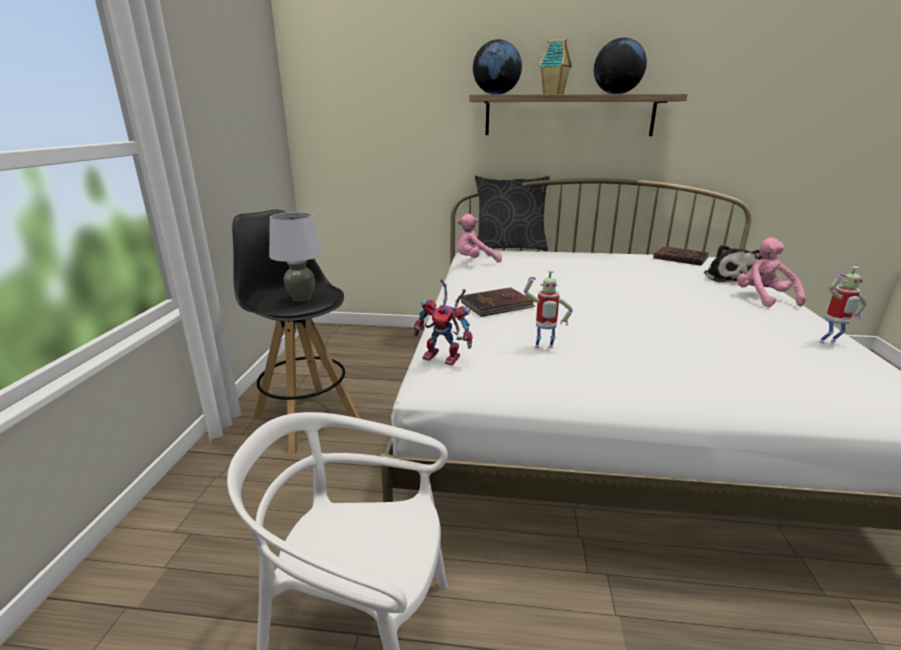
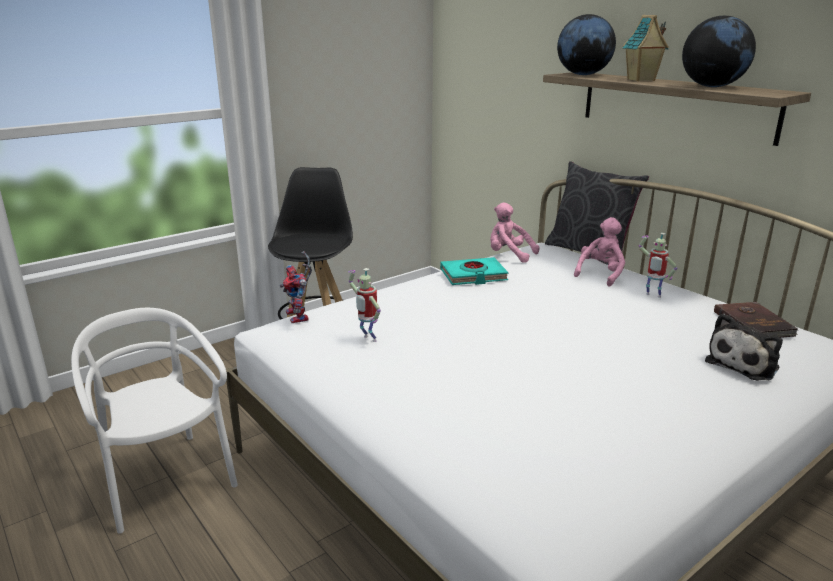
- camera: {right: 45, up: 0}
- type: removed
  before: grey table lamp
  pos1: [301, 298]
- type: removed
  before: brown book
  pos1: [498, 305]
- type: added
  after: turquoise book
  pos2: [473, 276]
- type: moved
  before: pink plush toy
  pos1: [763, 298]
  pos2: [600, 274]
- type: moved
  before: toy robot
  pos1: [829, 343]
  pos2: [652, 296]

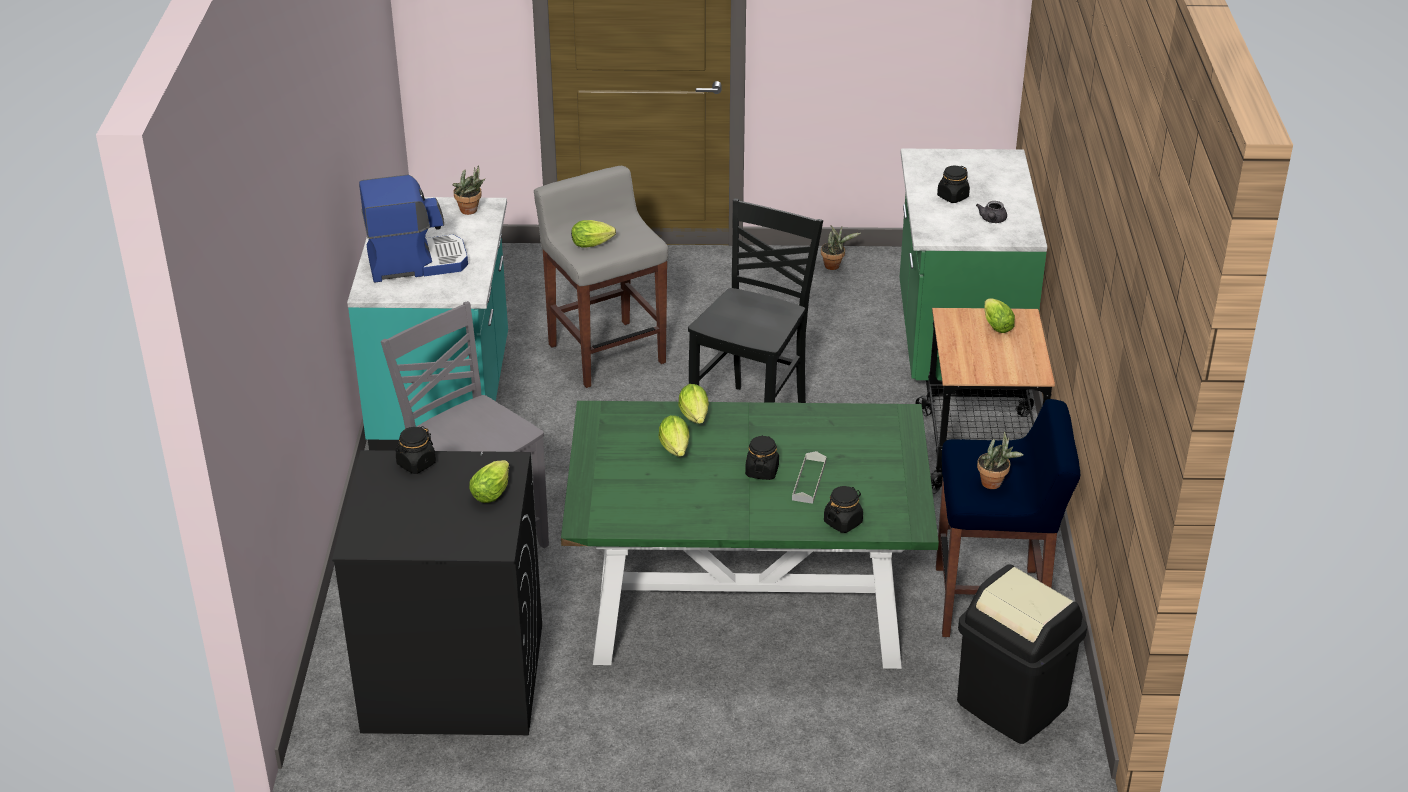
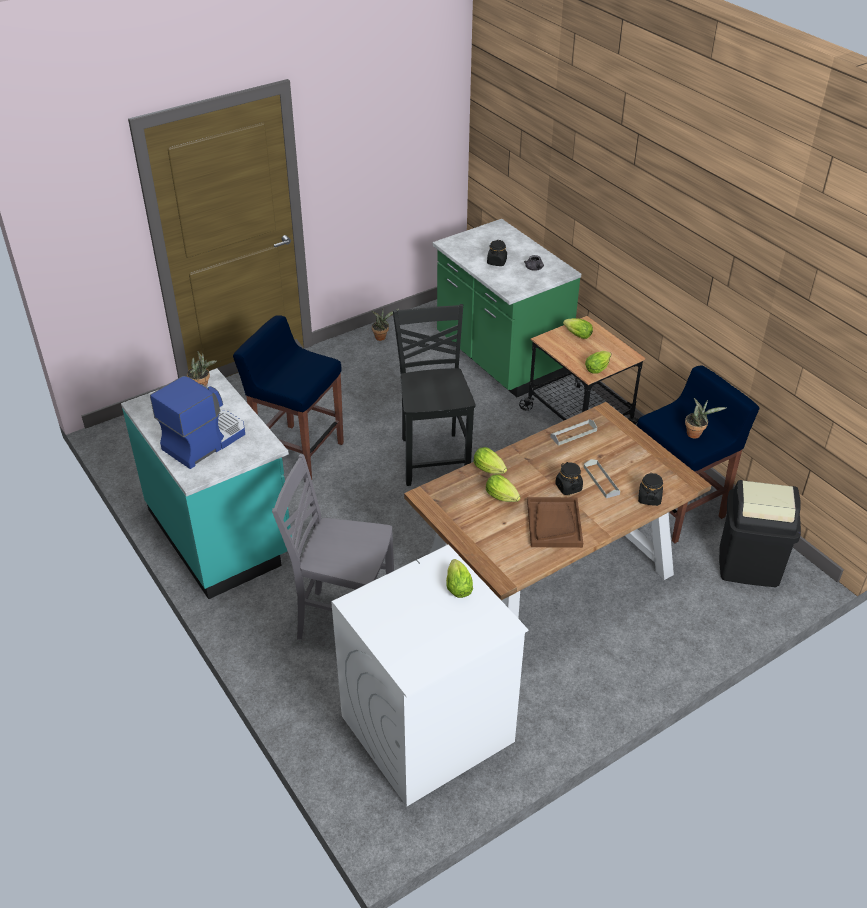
- camera: {right: -35, up: 5}
- type: removed
  before: black jar
  pos1: [416, 464]
- type: added
  after: brown tray
  pos2: [554, 524]
- type: added
  after: grey tray
  pos2: [573, 434]
- type: moved
  before: lettuce
  pos1: [594, 244]
  pos2: [598, 368]
- type: recoloured
  before: black washing machine
  after: white washing machine
  pos1: [452, 678]
  pos2: [426, 730]
- type: recoloured
  before: grey stool
  after: blue stool
  pos1: [606, 352]
  pos2: [298, 452]
- type: recoloured
  before: green dining table
  after: brown dining table
  pos1: [748, 598]
  pos2: [549, 575]

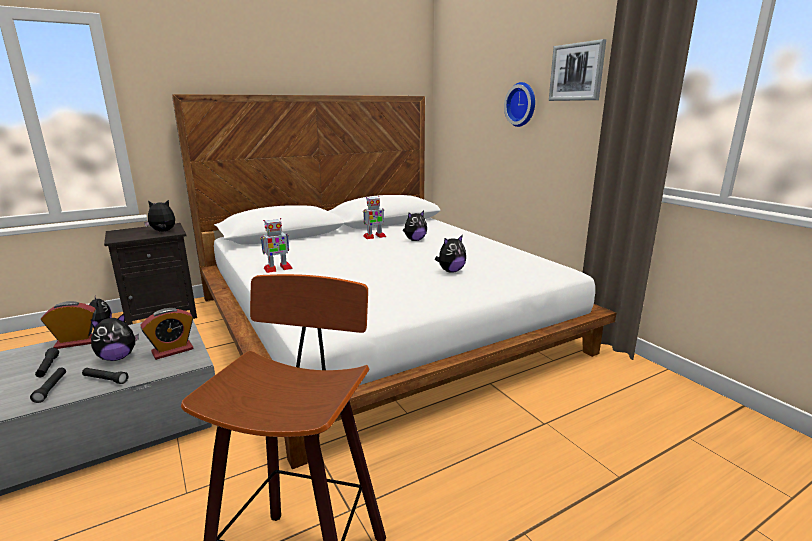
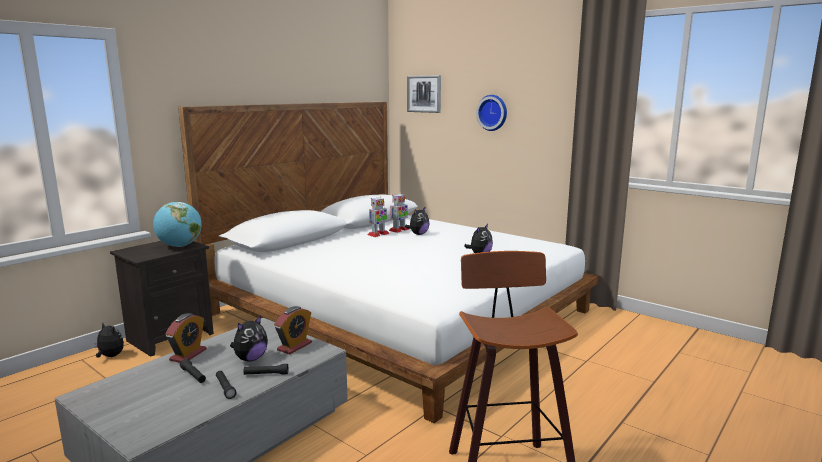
- camera: {right: -20, up: -5}
- type: moved
  before: toy robot
  pos1: [277, 268]
  pos2: [399, 230]
- type: moved
  before: picture
  pos1: [577, 72]
  pos2: [424, 94]
- type: replaced
  before: plush toy
  after: globe
  pos1: [163, 231]
  pos2: [180, 246]
- type: turned
  before: alarm clock
  pos1: [76, 342]
  pos2: [188, 355]
  turn: 150

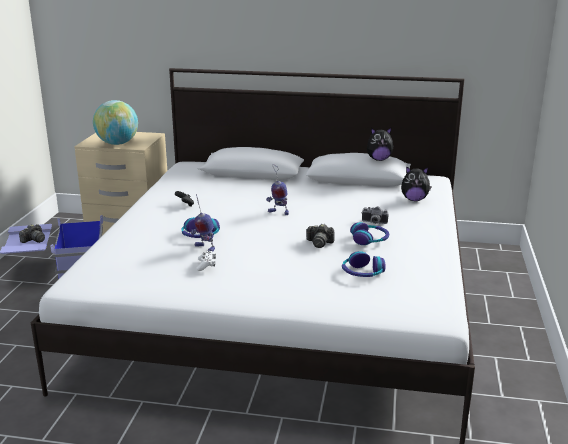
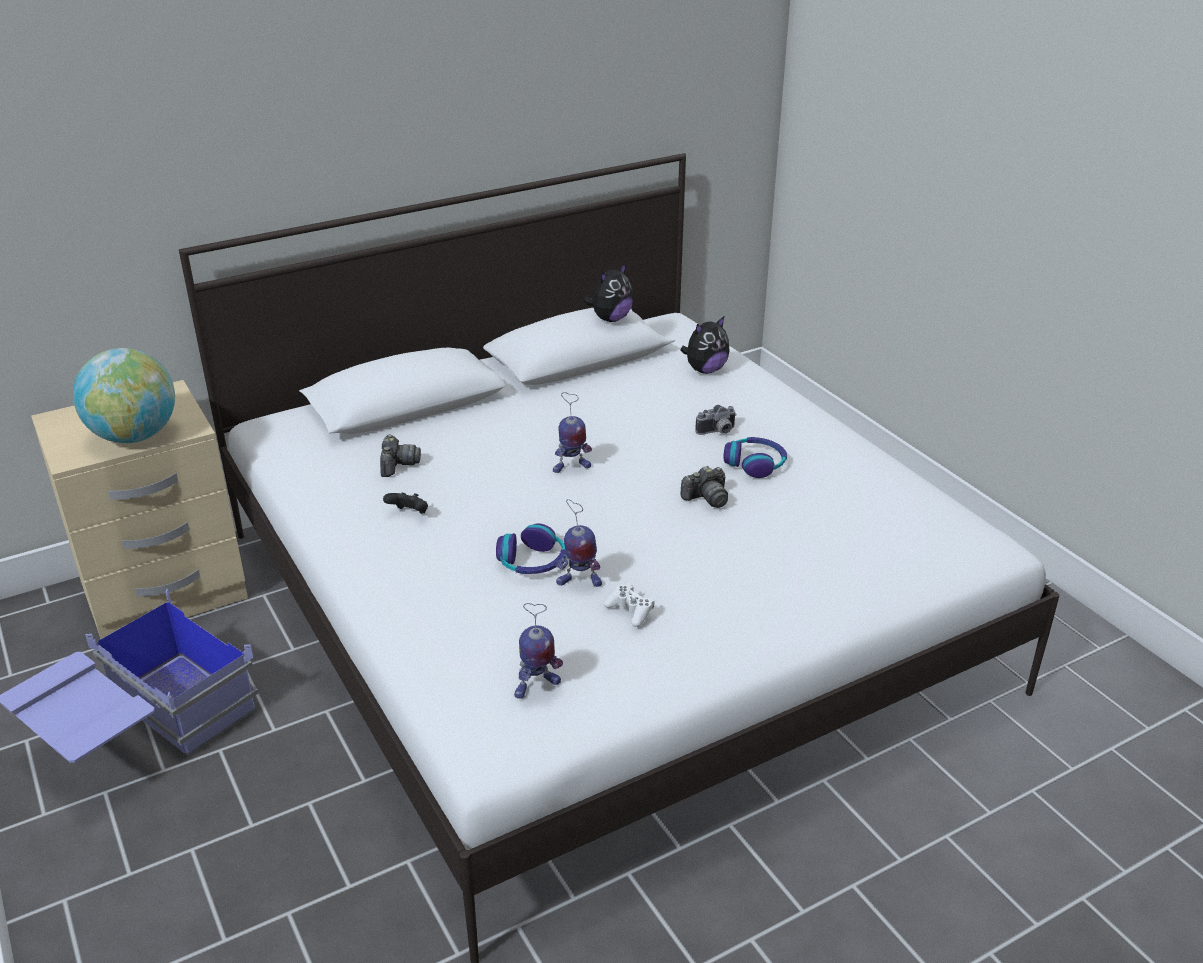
- camera: {right: -40, up: 10}
- type: removed
  before: headphones
  pos1: [362, 273]
- type: added
  after: toy robot
  pos2: [536, 687]
- type: moved
  before: photo camera
  pos1: [34, 240]
  pos2: [398, 465]

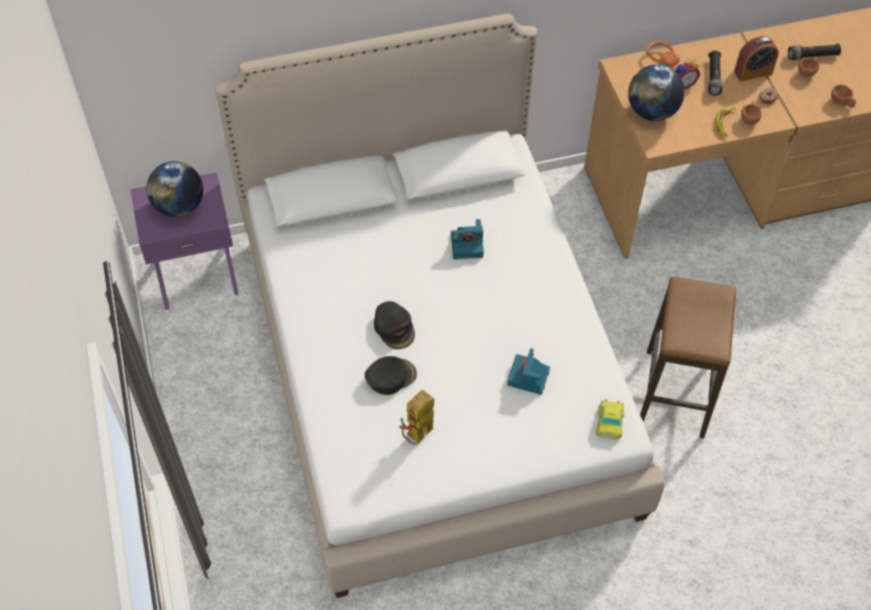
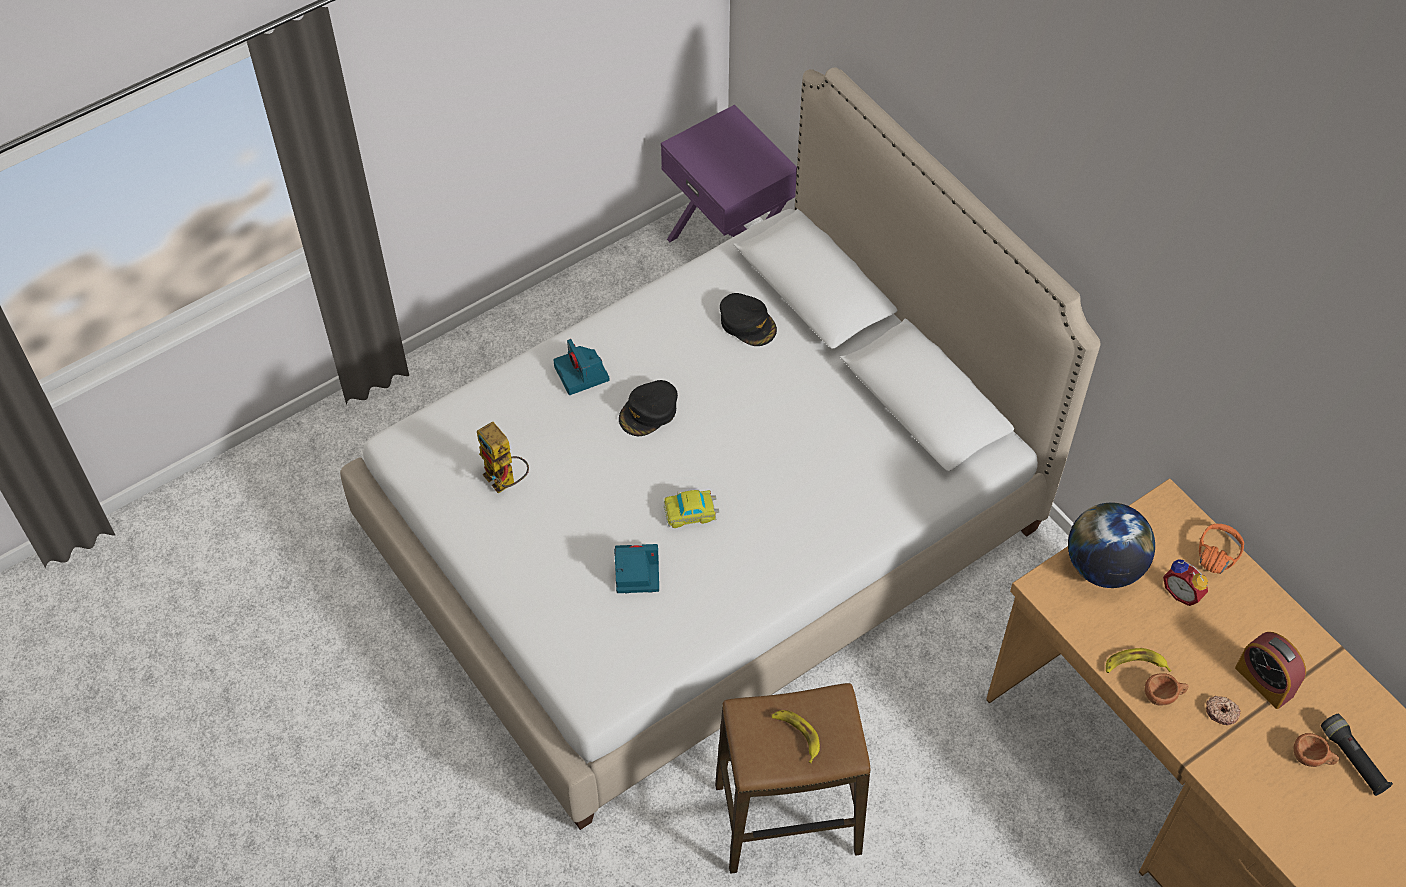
- camera: {right: 70, up: 0}
- type: removed
  before: globe
  pos1: [179, 207]
- type: removed
  before: black flashlight
  pos1: [713, 77]
- type: removed
  before: brown cup
  pos1: [841, 102]
- type: added
  after: banana
  pos2: [796, 735]
- type: moved
  before: black cap
  pos1: [390, 376]
  pos2: [748, 323]
- type: moved
  before: photo camera
  pos1: [467, 244]
  pos2: [582, 374]
- type: moved
  before: toy car
  pos1: [609, 421]
  pos2: [691, 511]
- type: turned
  before: toy robot
  pos1: [418, 436]
  pos2: [505, 482]
  turn: -150

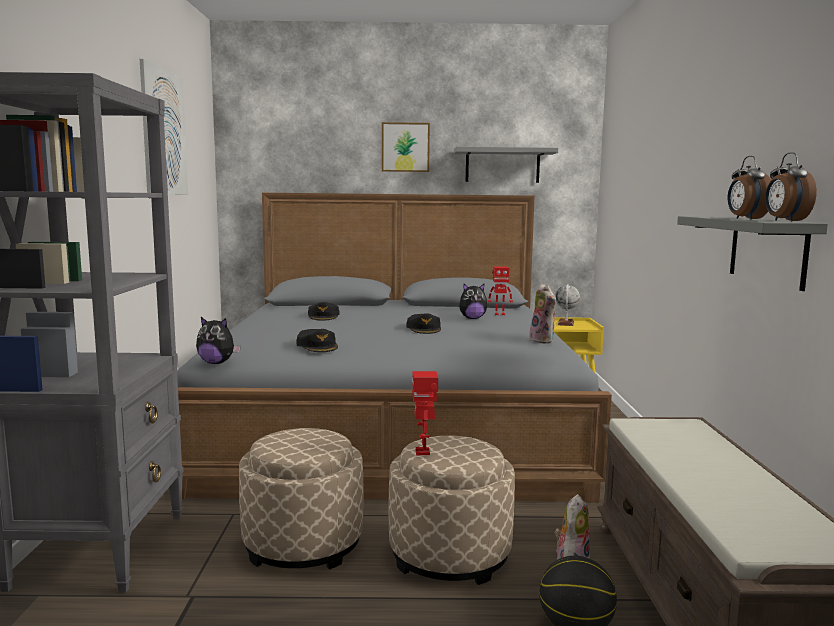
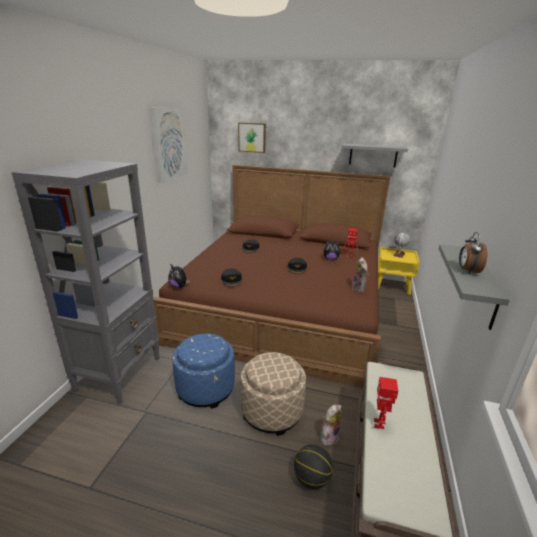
- camera: {right: 15, up: 15}
- type: removed
  before: alarm clock
  pos1: [785, 221]
- type: moved
  before: picture
  pos1: [405, 147]
  pos2: [252, 137]
- type: moved
  before: toy robot
  pos1: [423, 452]
  pos2: [379, 424]
- type: recoloured
  before: grey bed
  after: brown bed
  pos1: [392, 421]
  pos2: [283, 305]
- type: recoloured
  before: beige ottoman
  after: blue ottoman
  pos1: [303, 544]
  pos2: [205, 388]

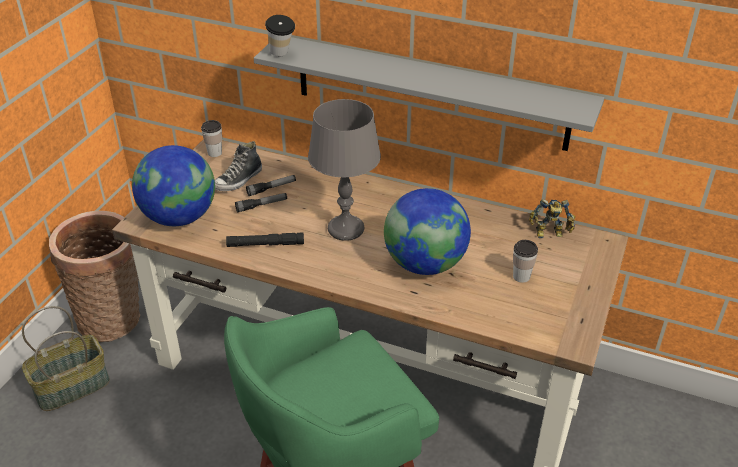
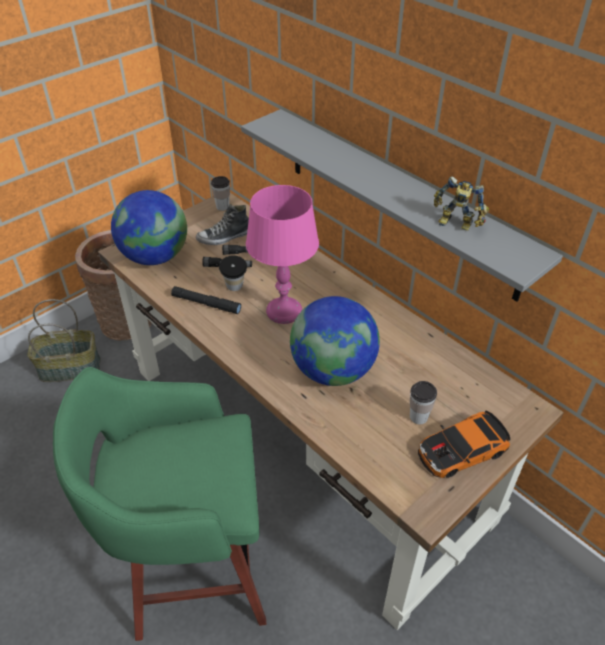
- camera: {right: 25, up: 5}
- type: added
  after: toy car
  pos2: [462, 451]
- type: moved
  before: cup
  pos1: [281, 55]
  pos2: [235, 289]
- type: moved
  before: toy robot
  pos1: [550, 234]
  pos2: [456, 225]
- type: recoloured
  before: grey table lamp
  after: pink table lamp
  pos1: [346, 229]
  pos2: [284, 312]

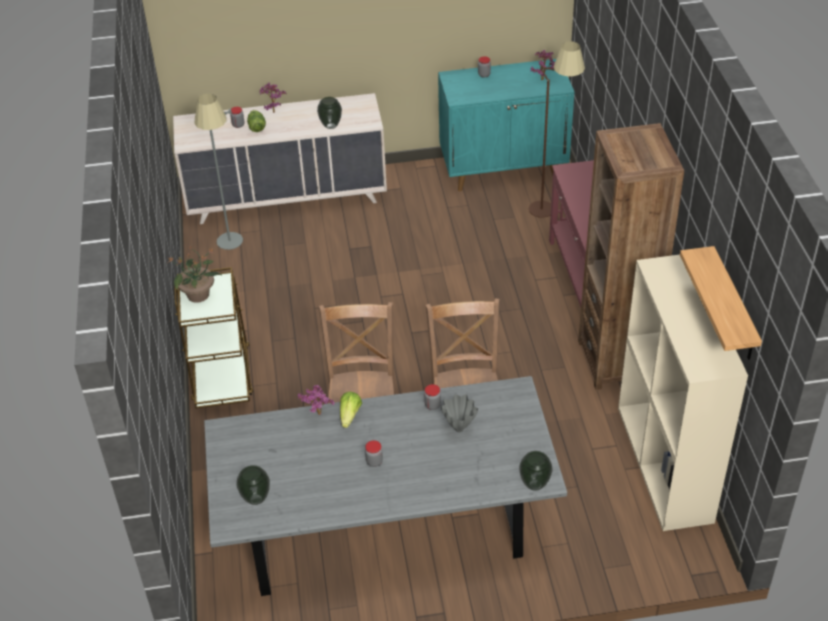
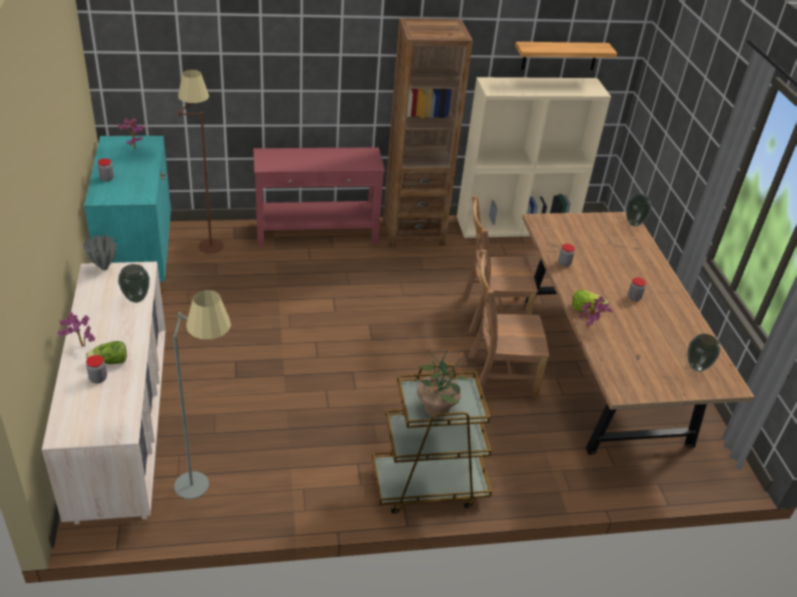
- camera: {right: -95, up: -5}
- type: moved
  before: grey vase
  pos1: [459, 428]
  pos2: [103, 267]
- type: recoloured
  before: grey dining table
  after: brown dining table
  pos1: [385, 526]
  pos2: [602, 368]

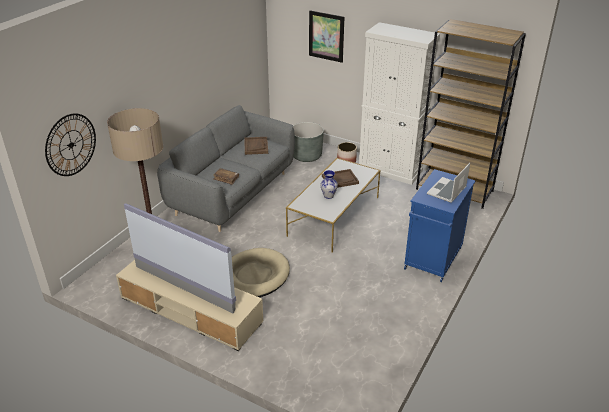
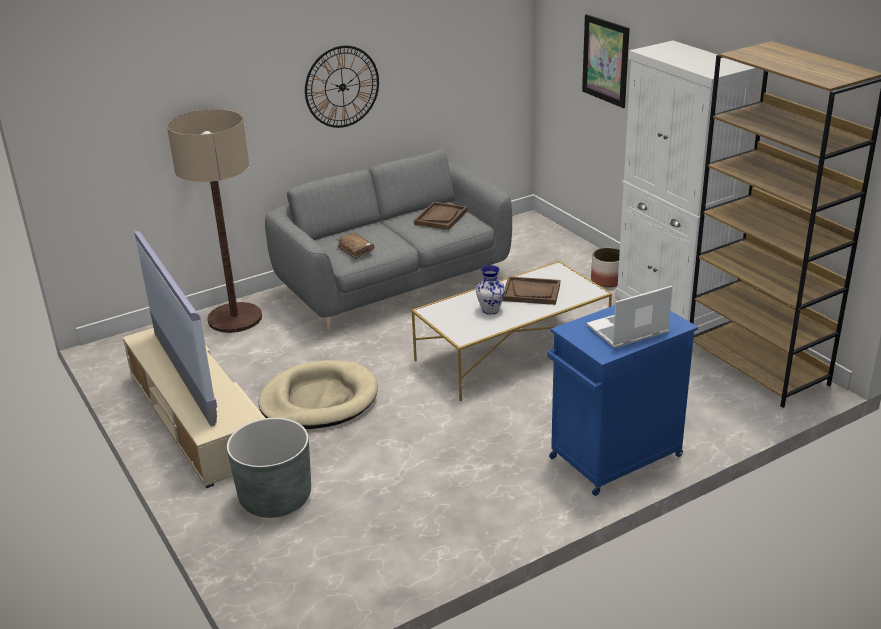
- camera: {right: 30, up: -5}
- type: moved
  before: wall clock
  pos1: [71, 145]
  pos2: [342, 87]
- type: moved
  before: grey planter
  pos1: [306, 156]
  pos2: [275, 498]

